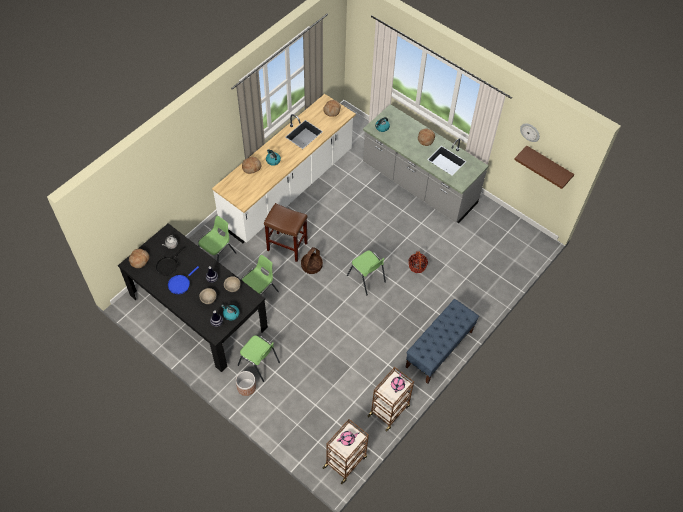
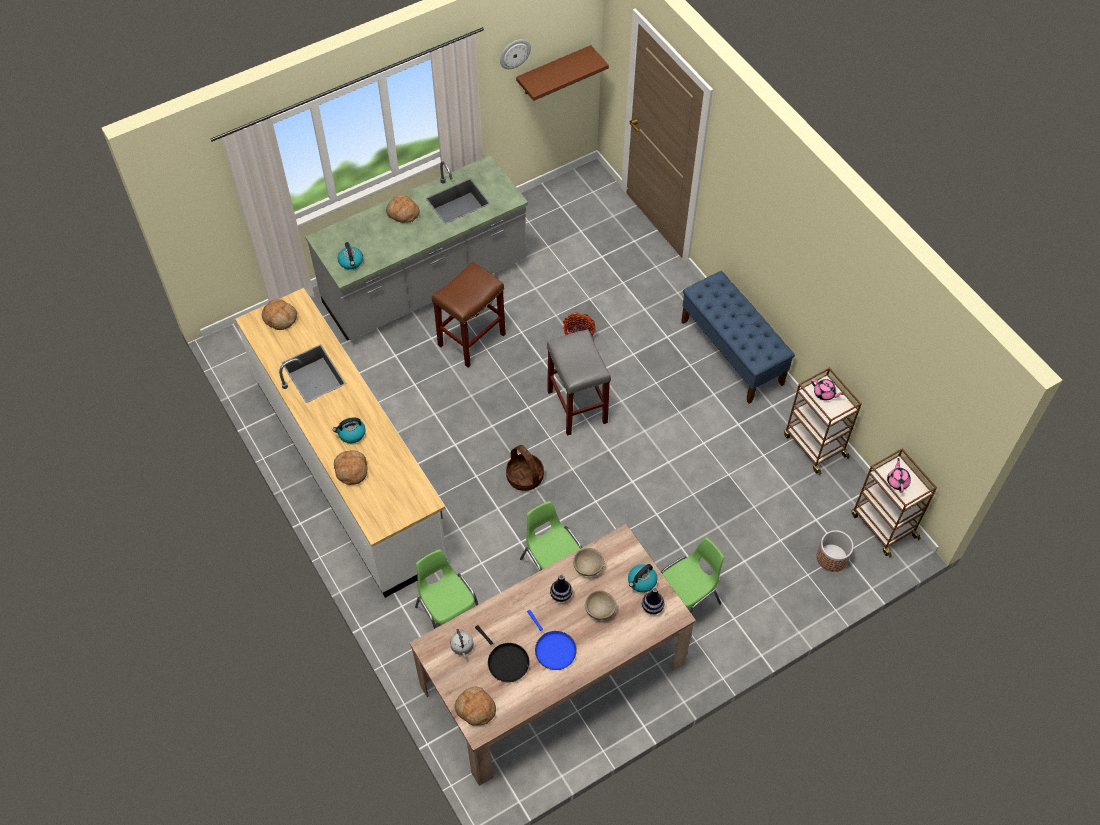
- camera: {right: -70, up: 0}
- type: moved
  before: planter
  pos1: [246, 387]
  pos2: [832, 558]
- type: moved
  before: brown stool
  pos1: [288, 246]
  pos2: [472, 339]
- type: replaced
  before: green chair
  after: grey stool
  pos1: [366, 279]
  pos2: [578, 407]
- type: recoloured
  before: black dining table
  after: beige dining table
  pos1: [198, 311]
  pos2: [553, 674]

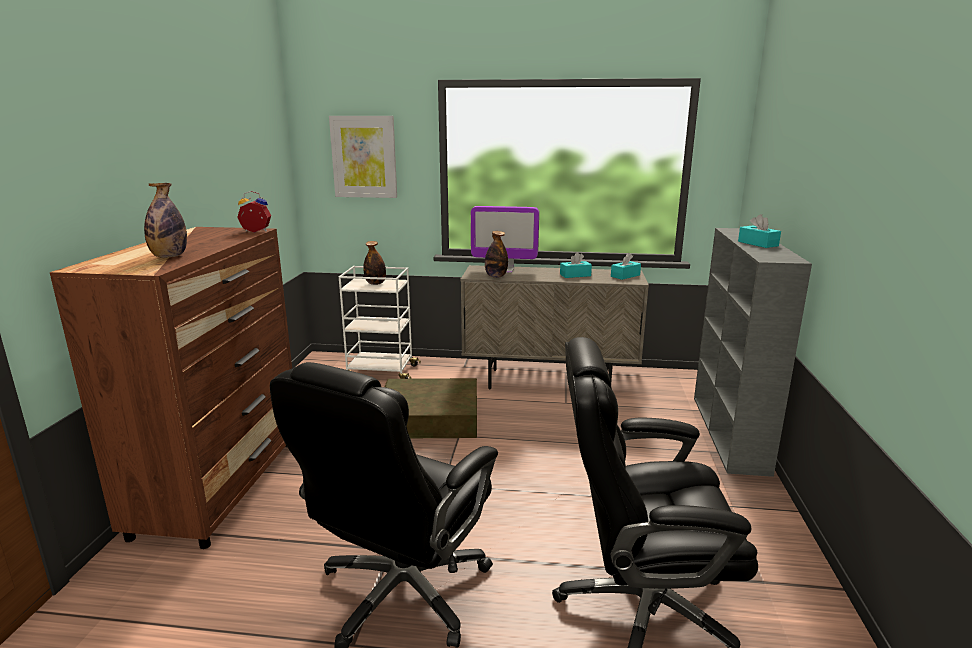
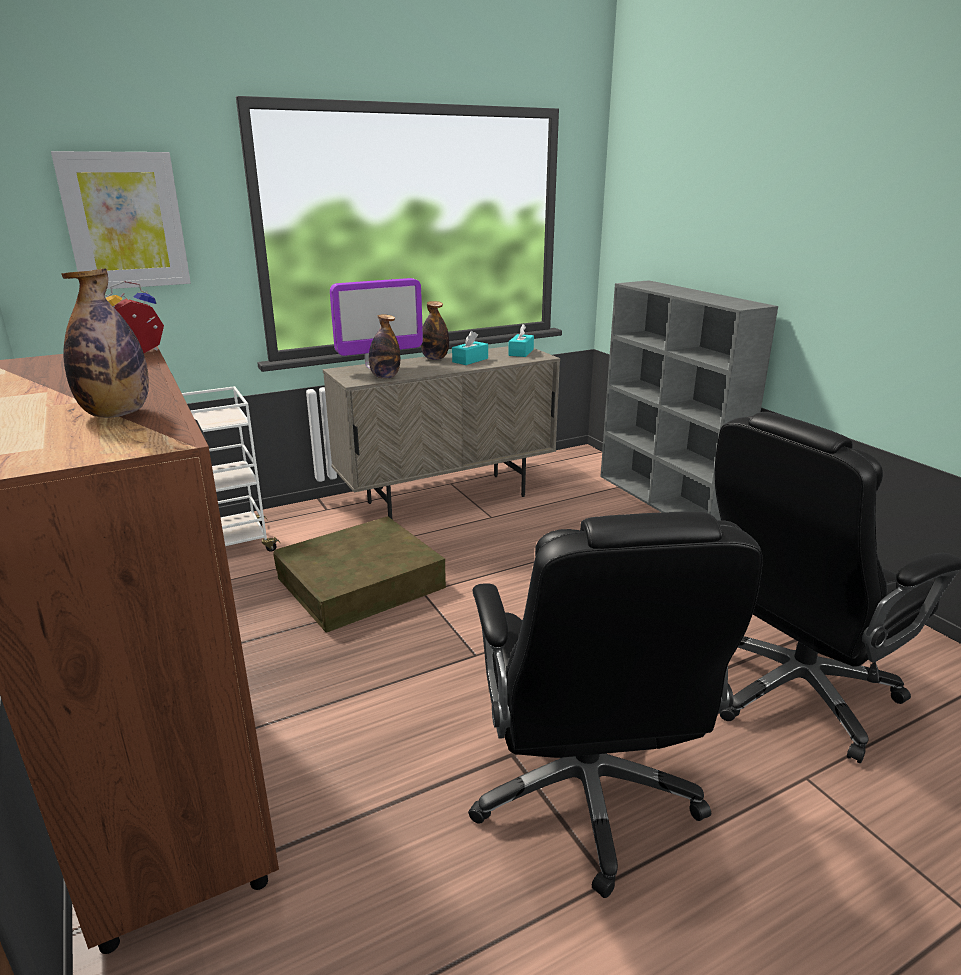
- camera: {right: -35, up: 5}
- type: removed
  before: turquoise tissue box
  pos1: [758, 244]
- type: moved
  before: bottle
  pos1: [375, 283]
  pos2: [435, 358]

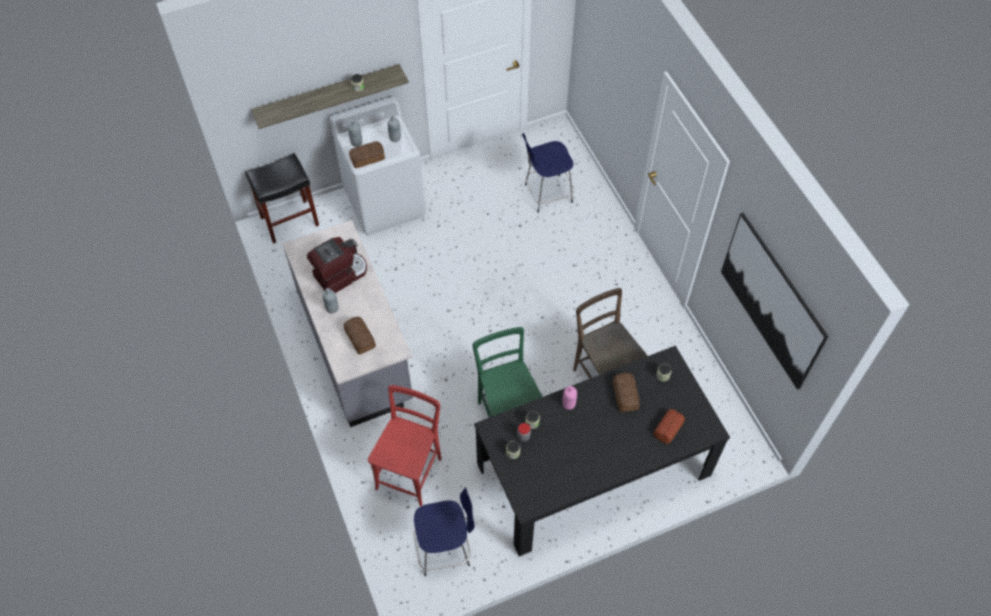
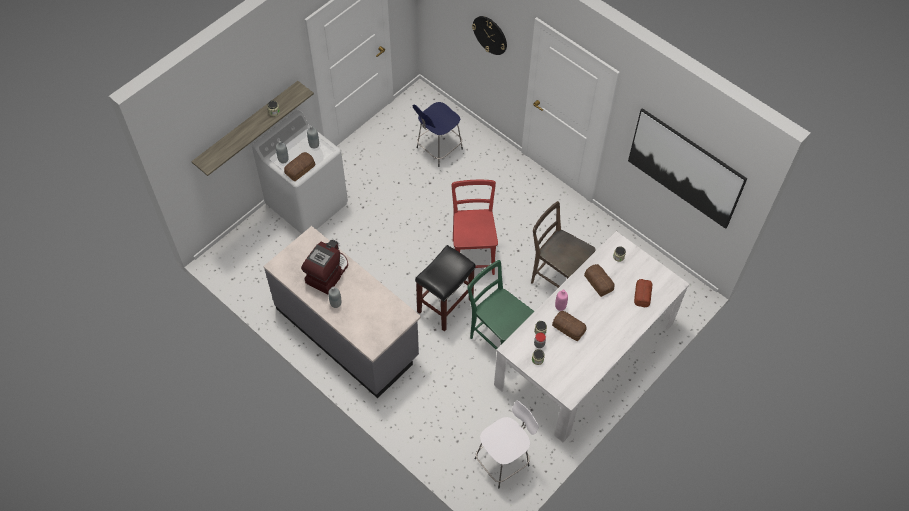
- camera: {right: -25, up: 0}
- type: added
  after: wall clock
  pos2: [490, 35]
- type: moved
  before: black stool
  pos1: [290, 220]
  pos2: [445, 305]
- type: moved
  before: bread
  pos1: [359, 339]
  pos2: [569, 328]
- type: moved
  before: red chair
  pos1: [411, 470]
  pos2: [473, 254]
- type: recoloured
  before: blue stool
  after: white stool
  pos1: [445, 548]
  pos2: [503, 461]
- type: recoloured
  before: black dining table
  after: white dining table
  pos1: [593, 469]
  pos2: [585, 353]

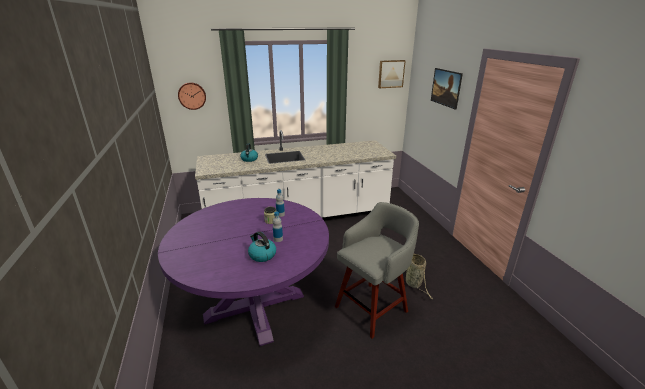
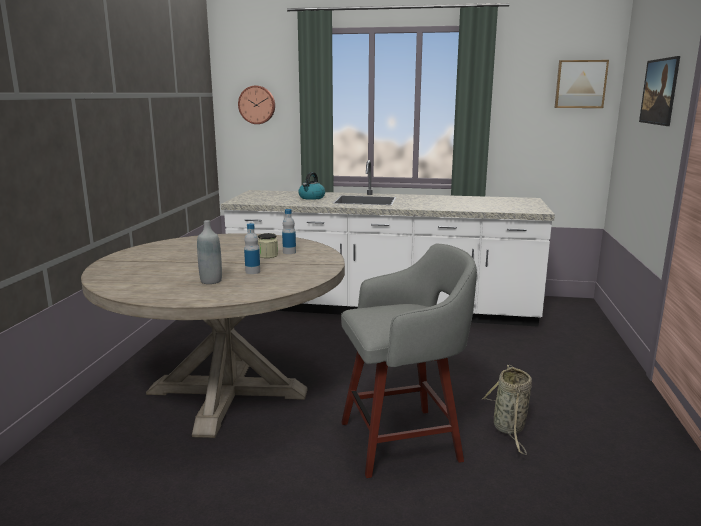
- camera: {right: 25, up: -10}
- type: replaced
  before: kettle
  after: grey bottle
  pos1: [262, 255]
  pos2: [211, 281]
- type: recoloured
  before: purple dining table
  after: beige dining table
  pos1: [255, 306]
  pos2: [227, 392]

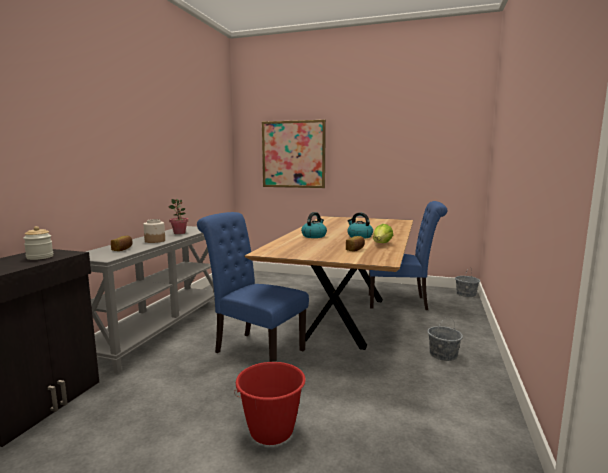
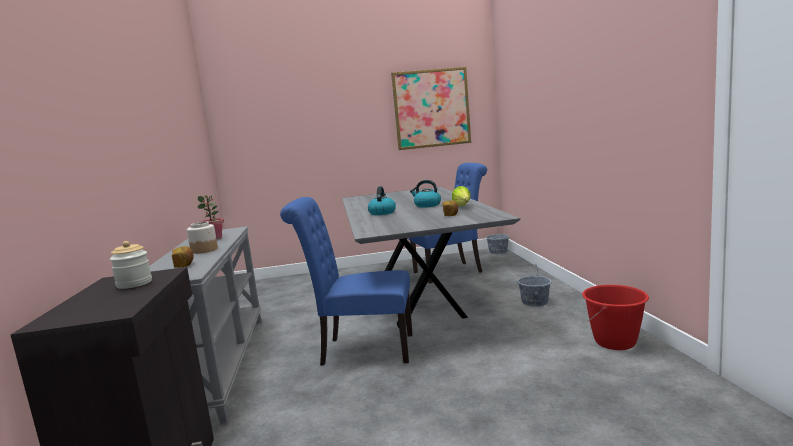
- camera: {right: -25, up: 0}
- type: moved
  before: red bucket
  pos1: [271, 431]
  pos2: [615, 342]
- type: moved
  before: picture
  pos1: [293, 154]
  pos2: [431, 108]
- type: recoloured
  before: brown dining table
  after: grey dining table
  pos1: [346, 318]
  pos2: [417, 297]

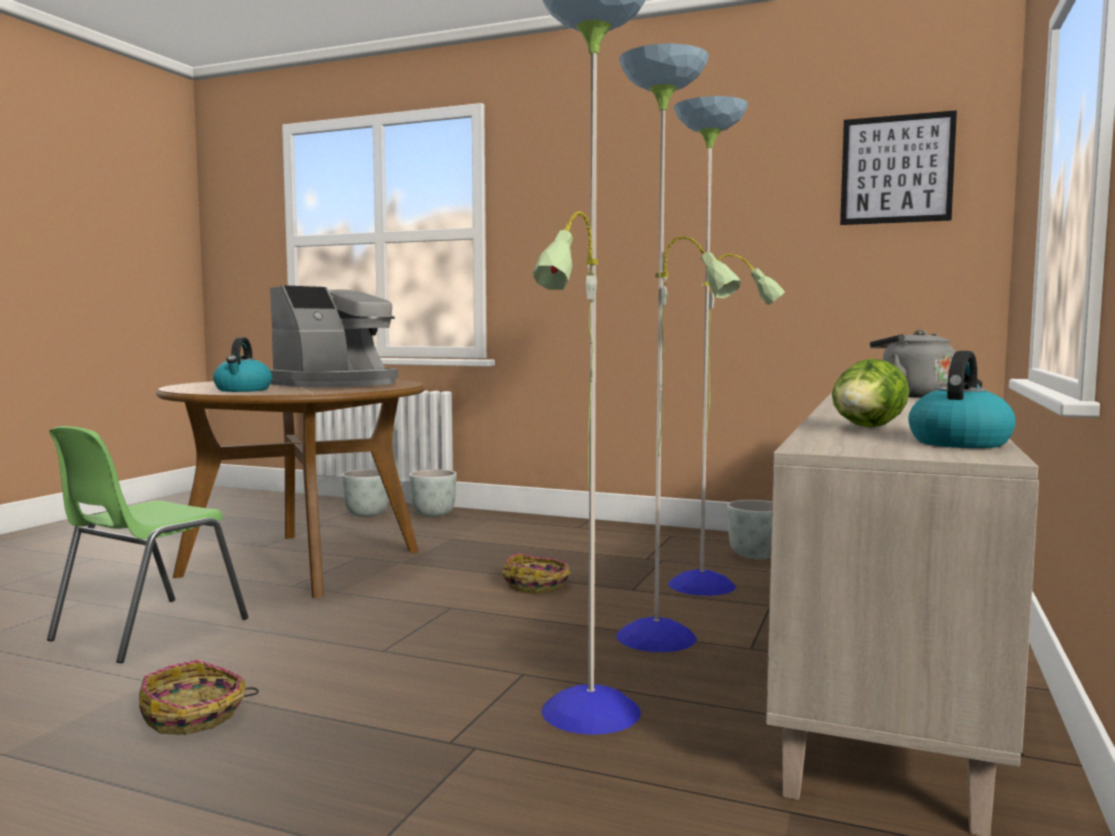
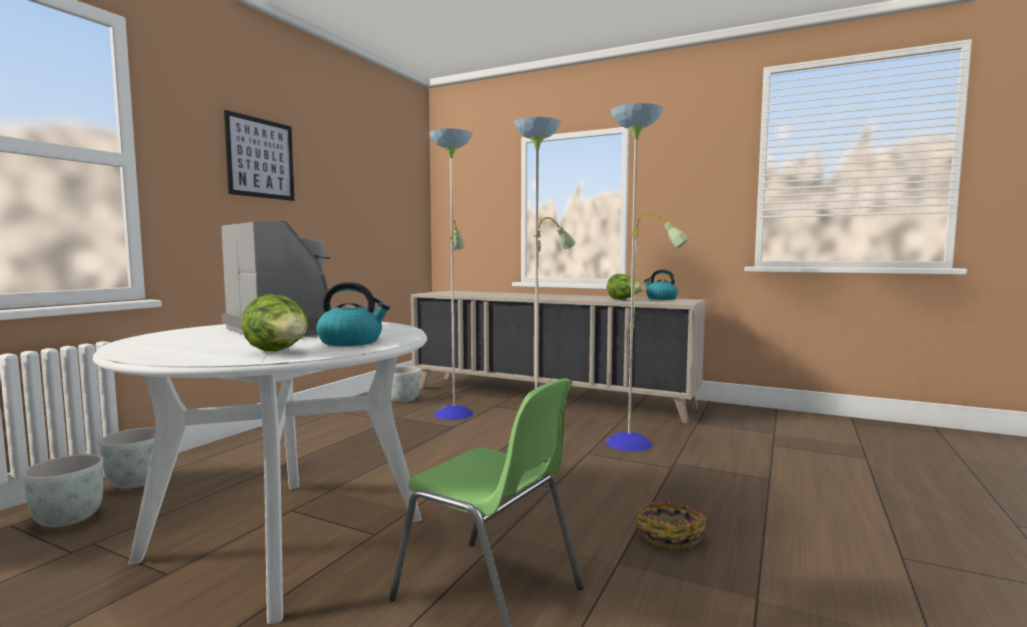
- camera: {right: -85, up: 0}
- type: removed
  before: basket
  pos1: [537, 585]
- type: removed
  before: grey kettle
  pos1: [911, 396]
- type: added
  after: lettuce
  pos2: [278, 352]
- type: moved
  before: picture
  pos1: [896, 169]
  pos2: [260, 158]
- type: recoloured
  before: brown dining table
  after: white dining table
  pos1: [302, 563]
  pos2: [286, 538]

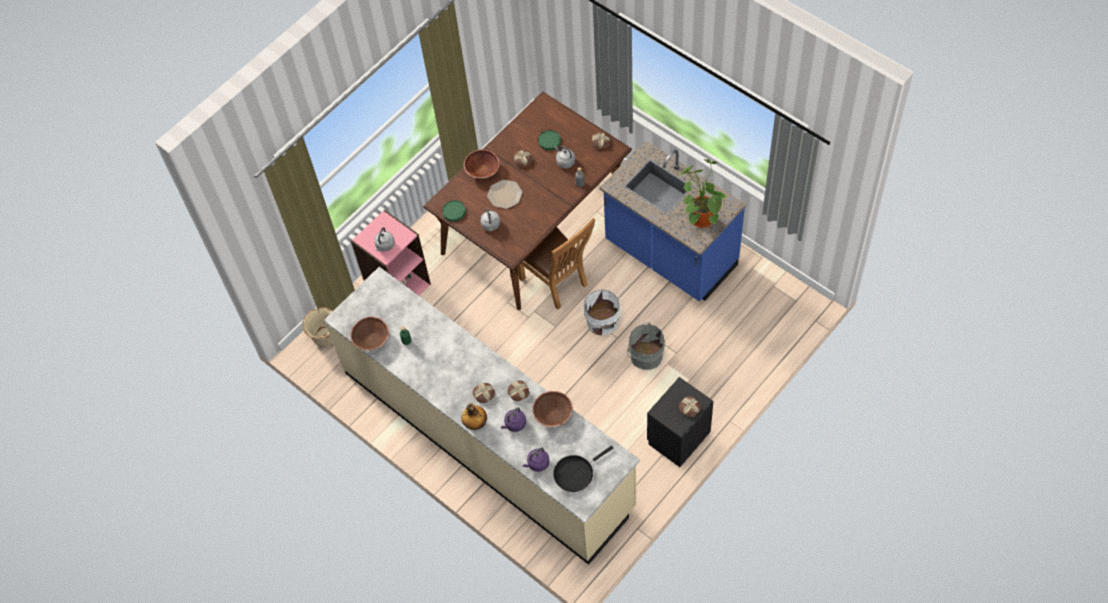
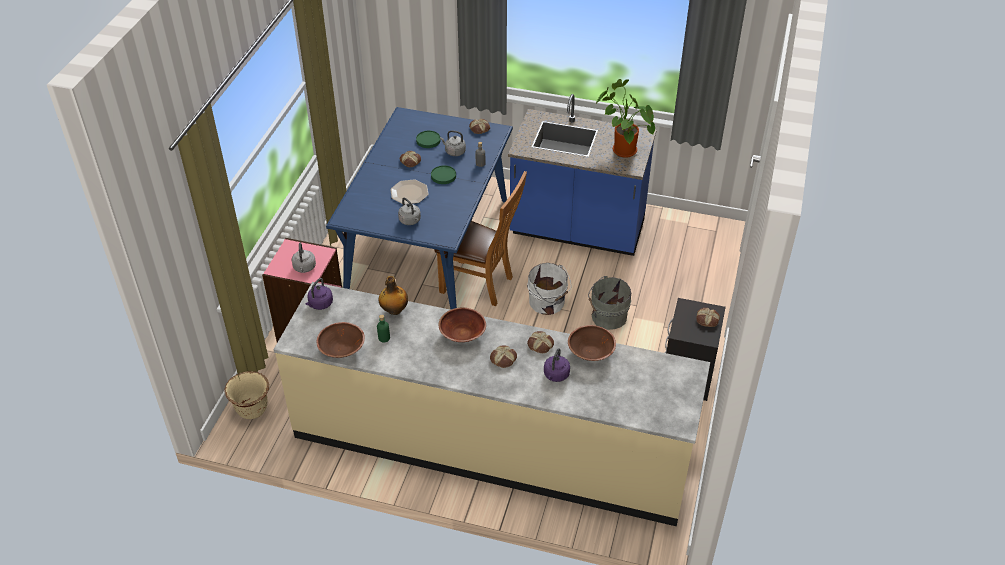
- camera: {right: -30, up: -15}
- type: removed
  before: black frying pan
  pos1: [576, 473]
- type: moved
  before: green plate
  pos1: [454, 211]
  pos2: [443, 176]
- type: moved
  before: bottle
  pos1: [475, 423]
  pos2: [394, 310]
- type: moved
  before: brown bowl
  pos1: [482, 170]
  pos2: [462, 334]
- type: moved
  before: purple kettle
  pos1: [537, 464]
  pos2: [320, 304]
- type: recoloured
  before: brown dining table
  after: blue dining table
  pos1: [533, 227]
  pos2: [429, 246]

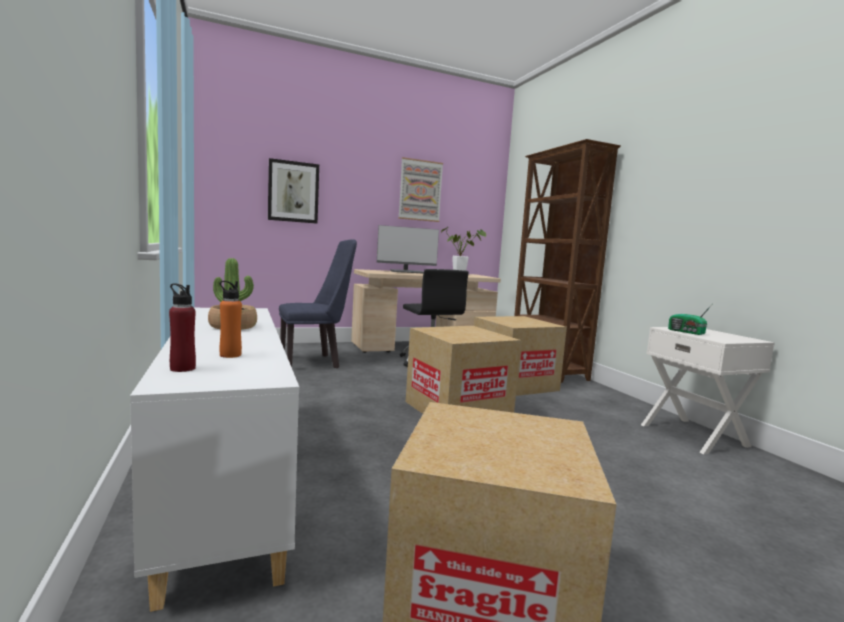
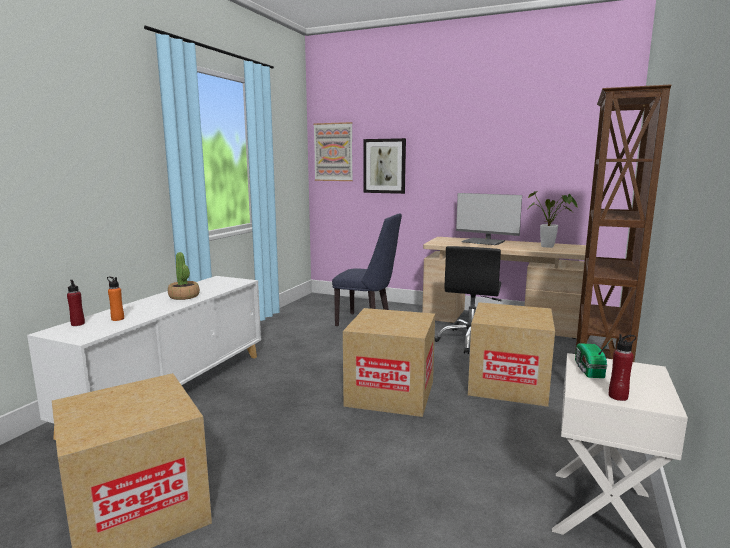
- camera: {right: 45, up: 5}
- type: added
  after: red bottle
  pos2: [618, 396]
- type: moved
  before: picture
  pos1: [420, 190]
  pos2: [333, 152]

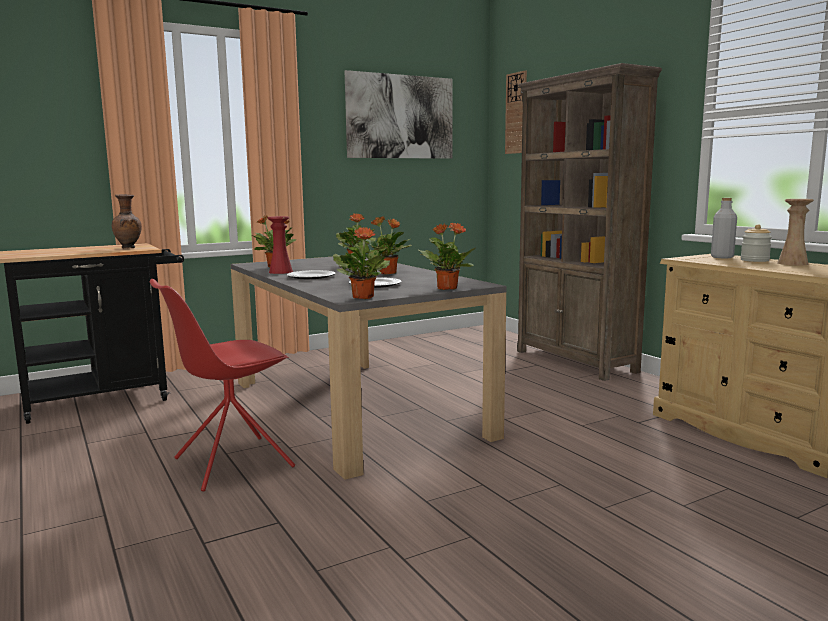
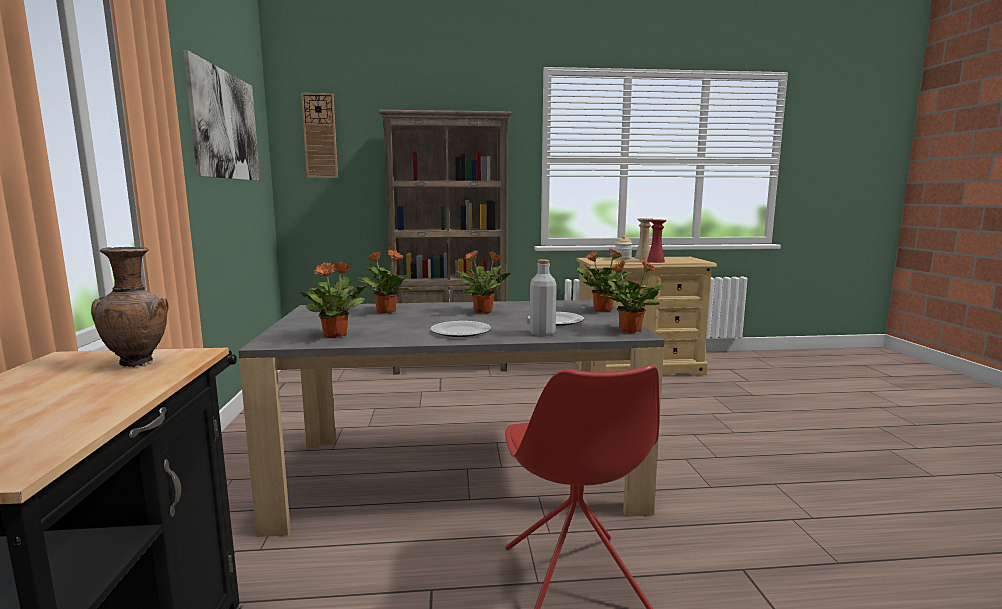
- camera: {right: -65, up: 0}
- type: moved
  before: red vase
  pos1: [281, 272]
  pos2: [655, 261]
- type: moved
  before: grey bottle
  pos1: [722, 257]
  pos2: [542, 333]

